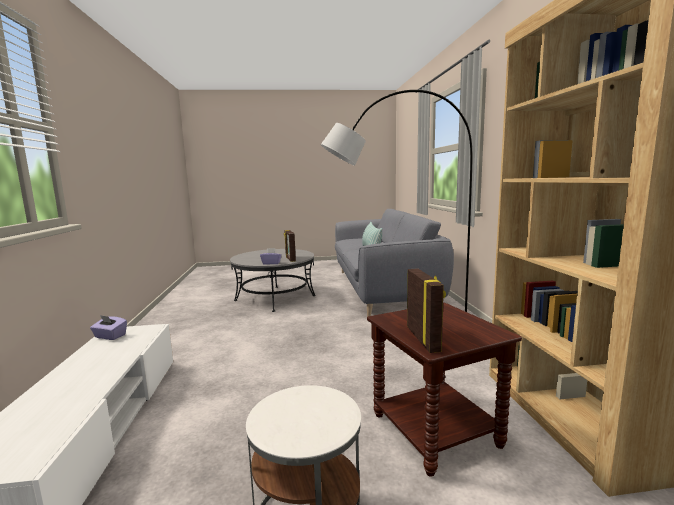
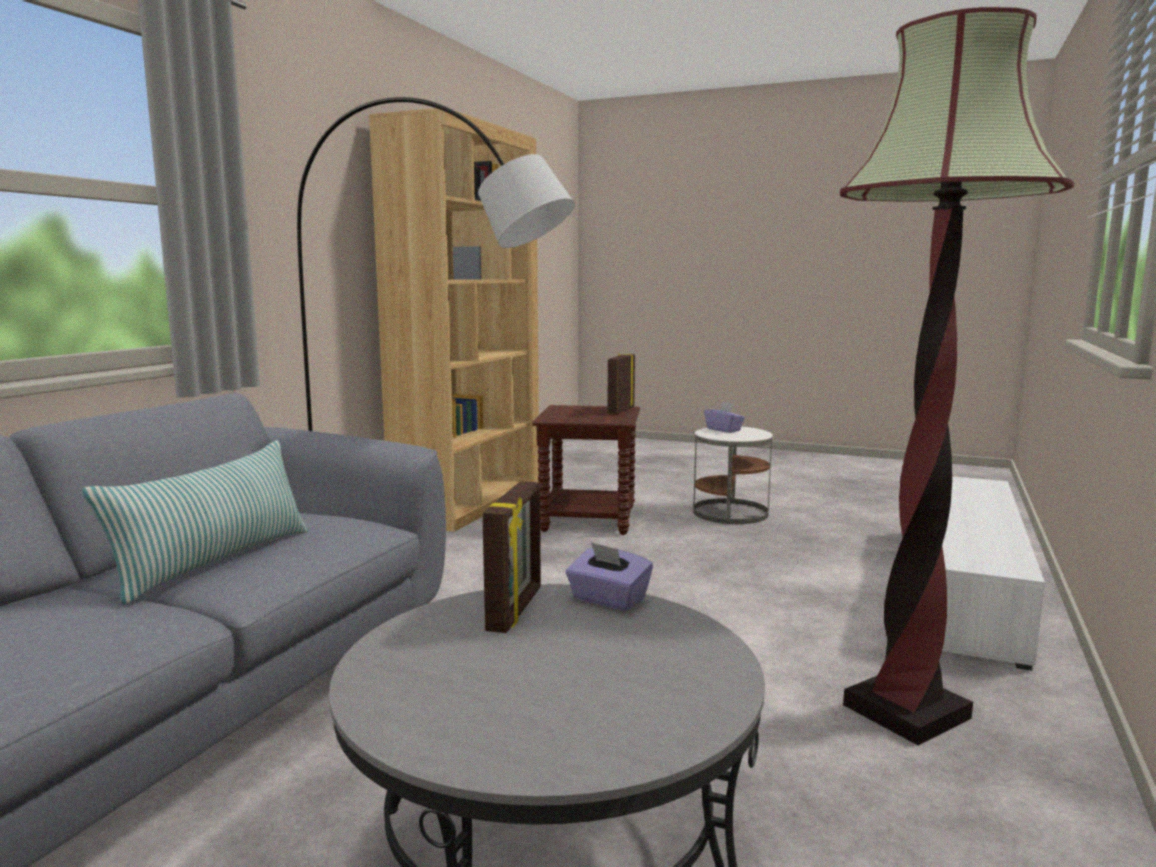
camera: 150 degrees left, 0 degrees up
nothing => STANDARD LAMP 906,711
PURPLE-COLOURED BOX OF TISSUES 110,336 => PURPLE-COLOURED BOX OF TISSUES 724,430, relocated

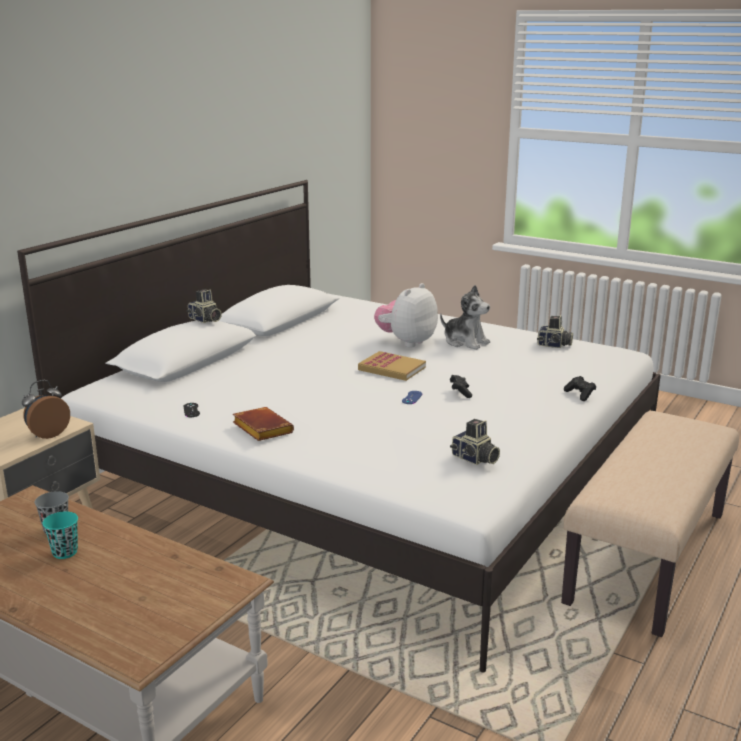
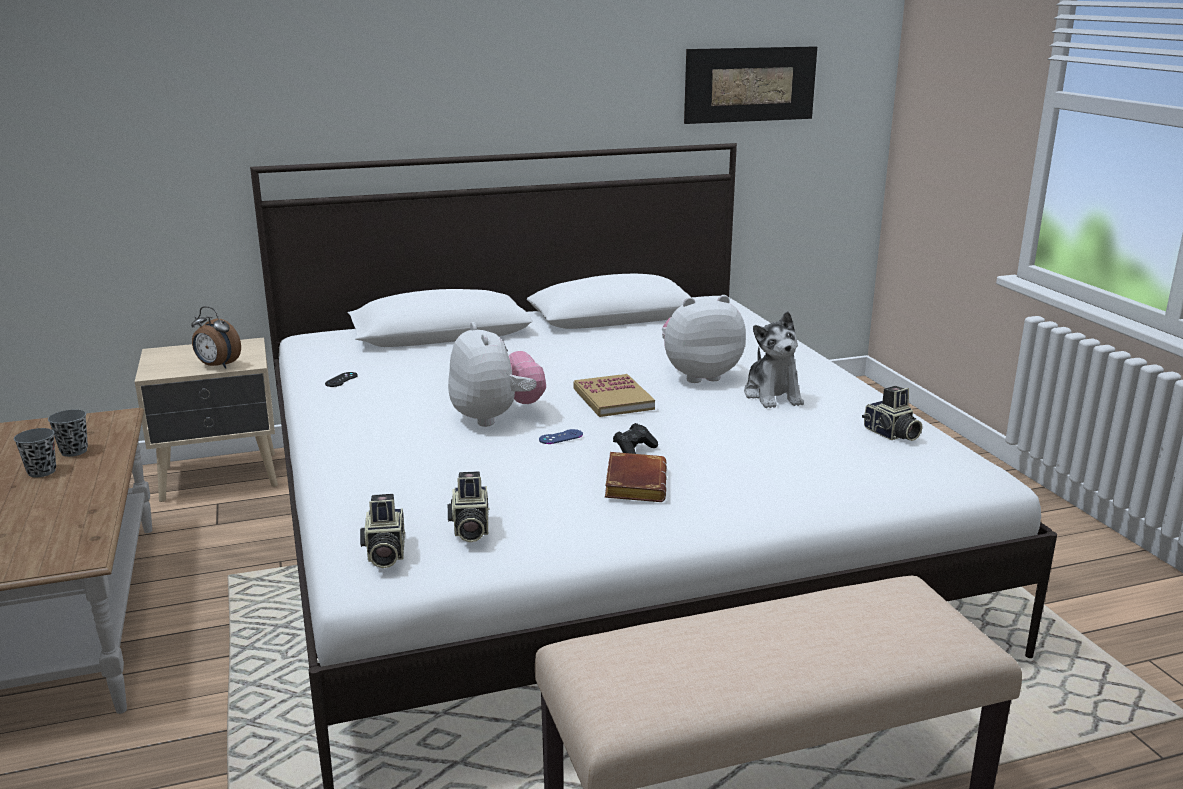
camera: 40 degrees right, 0 degrees up
BLACK-COLOURED JOYPAD 580,395 => nothing
nothing => SOFT TOY 496,417
nothing => PICTURE 750,84
PHOTO CAMERA 205,320 => PHOTO CAMERA 384,554, relocated
BROWNISH BOOK 260,429 => BROWNISH BOOK 633,484, relocated
BLUE-GREEN SMALL CUP 65,552 => GREYISH SMALL CUP 42,472
TABLE CLOCK 47,434 => TABLE CLOCK 217,366, 150 degrees counterclockwise

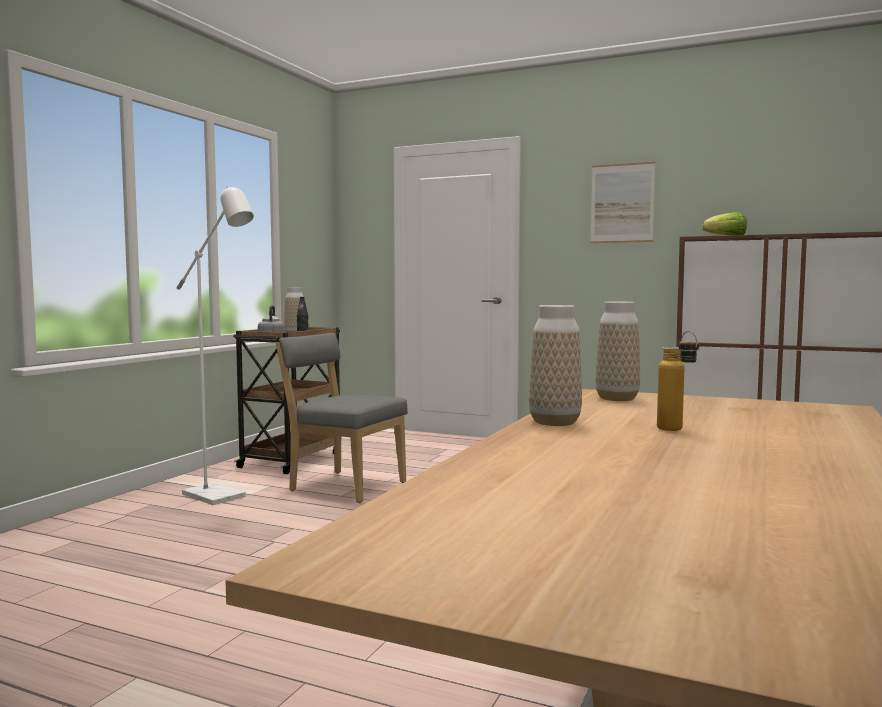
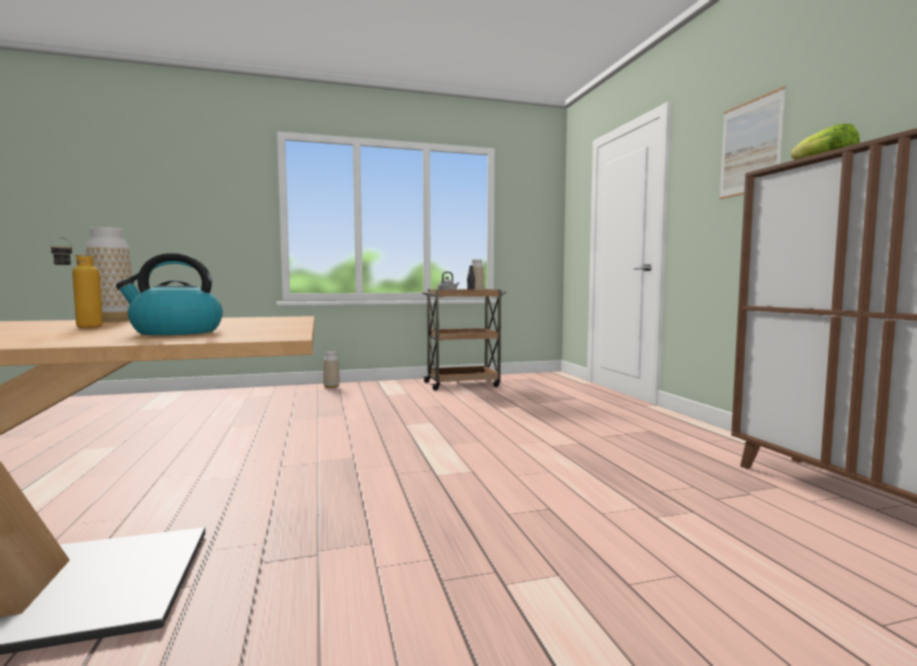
camera: 50 degrees right, 0 degrees up
WHITE-COLOURED STANDARD LAMP 220,497 => nothing
GREYISH PLAIN CHAIR 343,486 => nothing
nothing => WATER KETTLE 175,332
VASE 617,398 => VASE 331,387, relocated

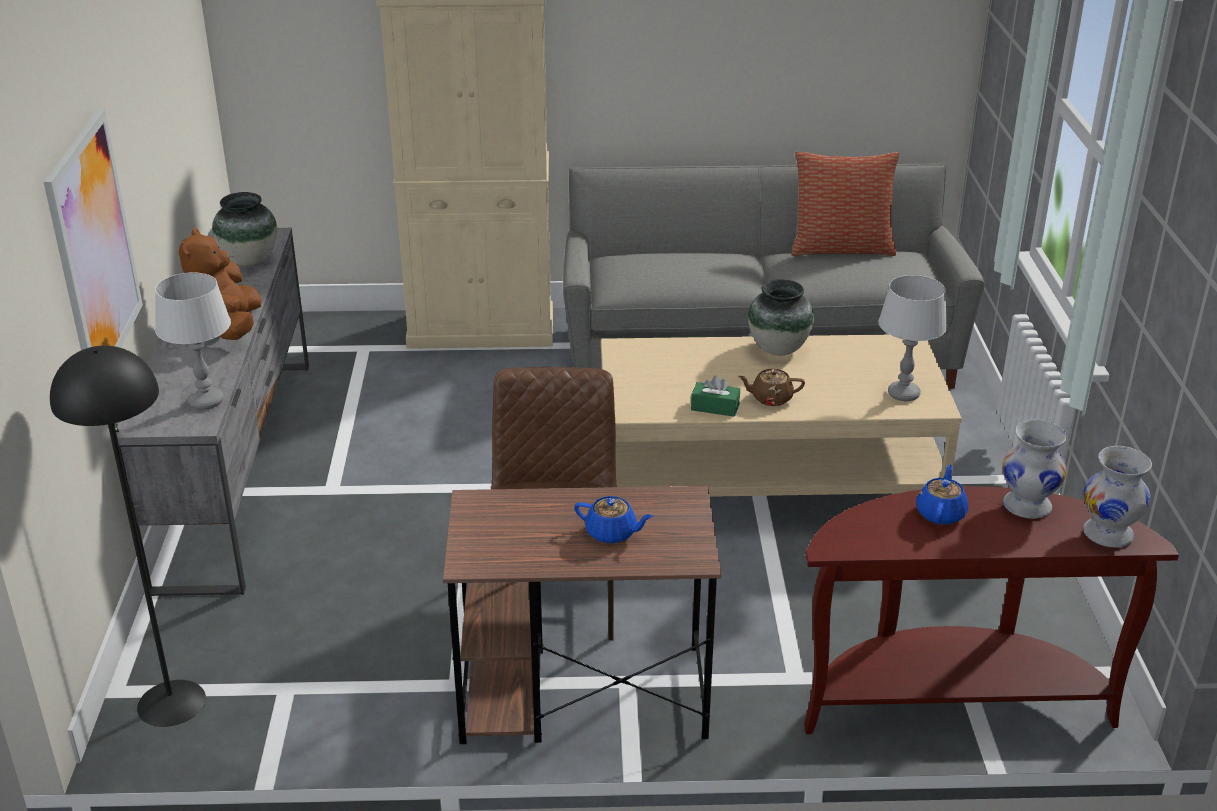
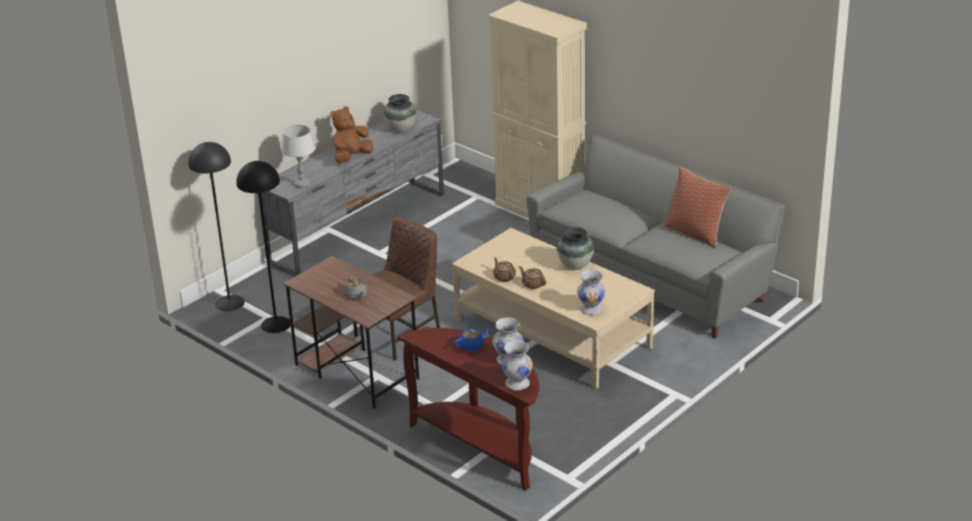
camera: 45 degrees right, 0 degrees up
PICTURE 94,249 => nothing
nothing => BLACK-COLOURED STANDARD LAMP 275,324
GREENISH BOX OF TISSUES 715,407 => BROWNISH POT FOR TEA 504,277
GREYISH TABLETOP LAMP 903,394 => WHITE-COLOURED VASE 591,309
BLUISH POT FOR TEA 612,533 => GREYISH POT FOR TEA 356,296

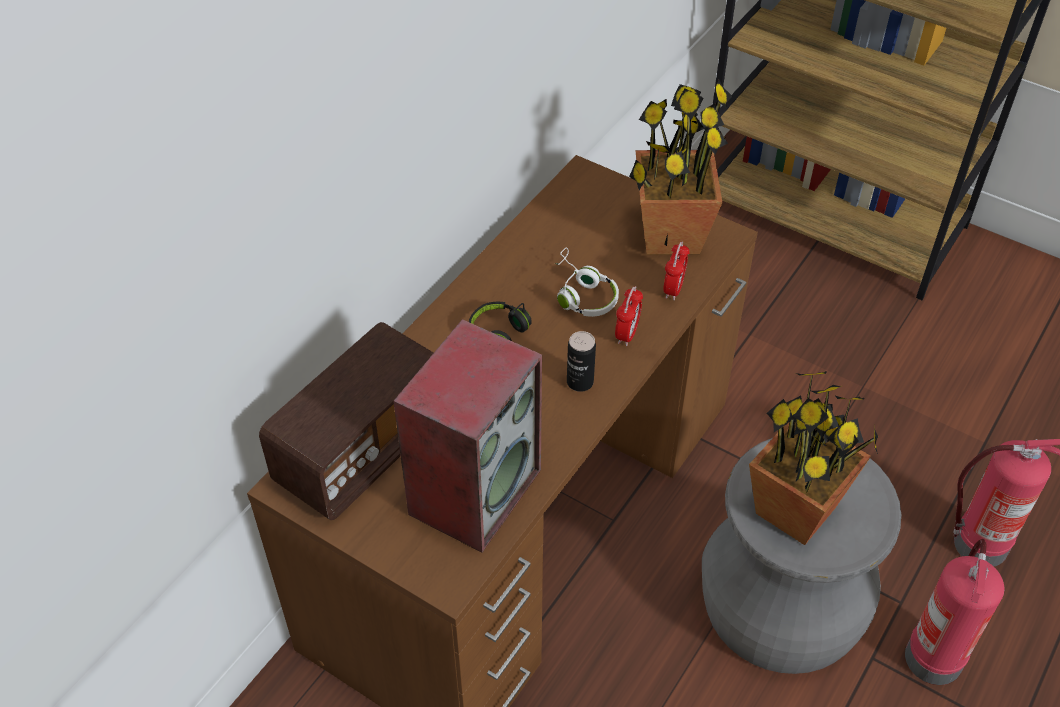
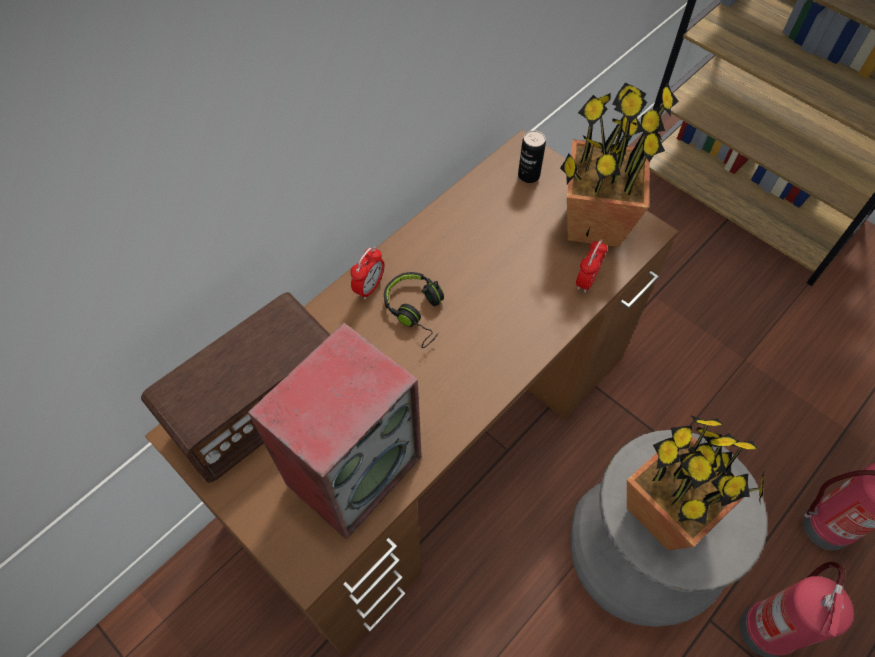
camera: 10 degrees right, 10 degrees up
WHITE-COLOURED HEADPHONES 582,294 => nothing
SEALED CAN 580,382 => SEALED CAN 528,175, relocated
TABLE CLOCK 627,334 => TABLE CLOCK 369,287, relocated

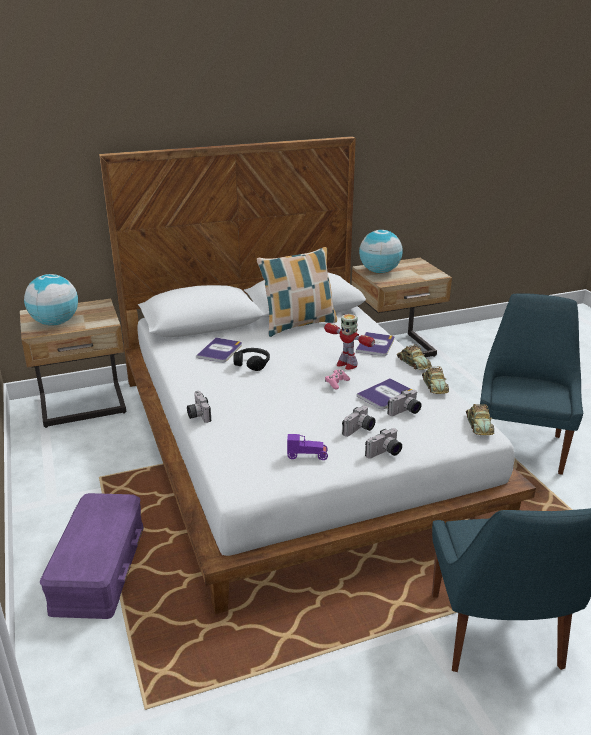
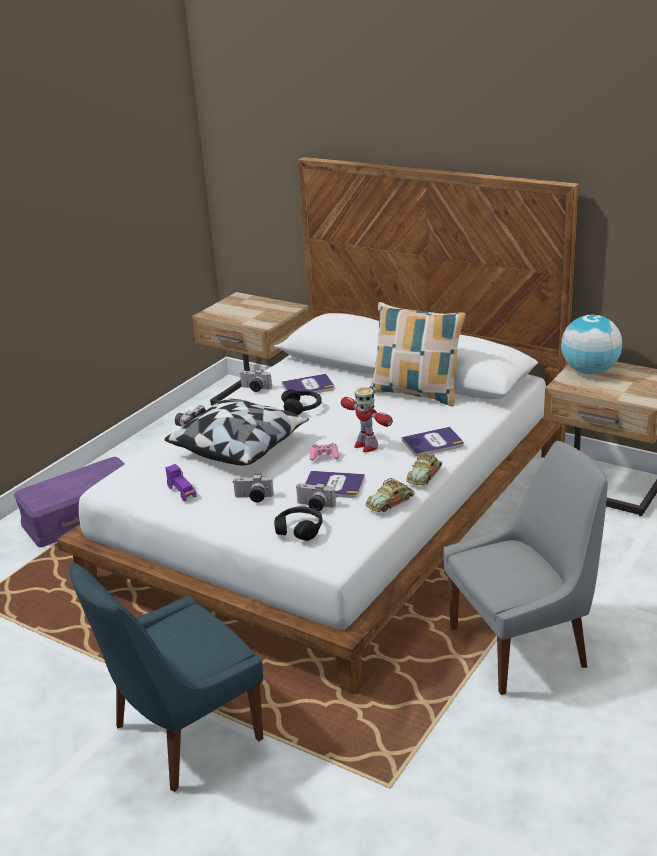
camera: 55 degrees right, 0 degrees up
DESK GLOBE 55,323 => nothing
MINIATURE CAR 478,425 => nothing
nothing => THROW PILLOW 240,446
nothing => BLACK-COLOURED HEADPHONES 299,529
PHOTO CAMERA 385,453 => PHOTO CAMERA 255,389, relocated
BLUISH PLAIN CHAIR 520,446 => GREYISH PLAIN CHAIR 522,646
TOY ROBOT 346,364 => TOY ROBOT 366,445, 45 degrees counterclockwise

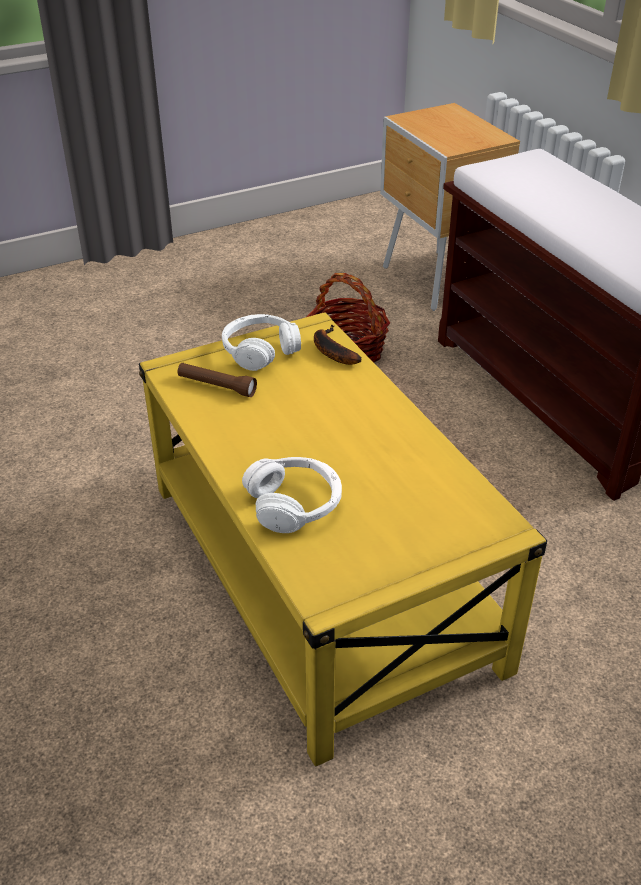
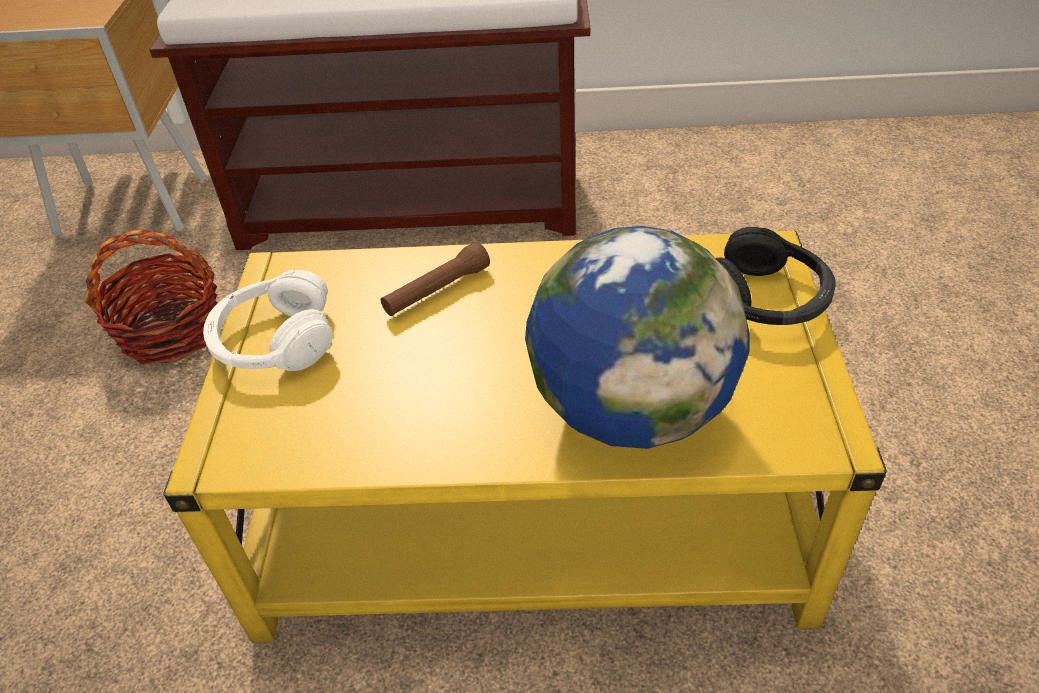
camera: 60 degrees left, 5 degrees up
BANANA FRUIT 331,351 => nothing
nothing => BLACK-COLOURED HEADPHONES 765,300
BROWNISH TORCH 217,386 => BROWNISH TORCH 437,290, relocated
WHITE-COLOURED HEADPHONES 295,504 => DESK GLOBE 631,410

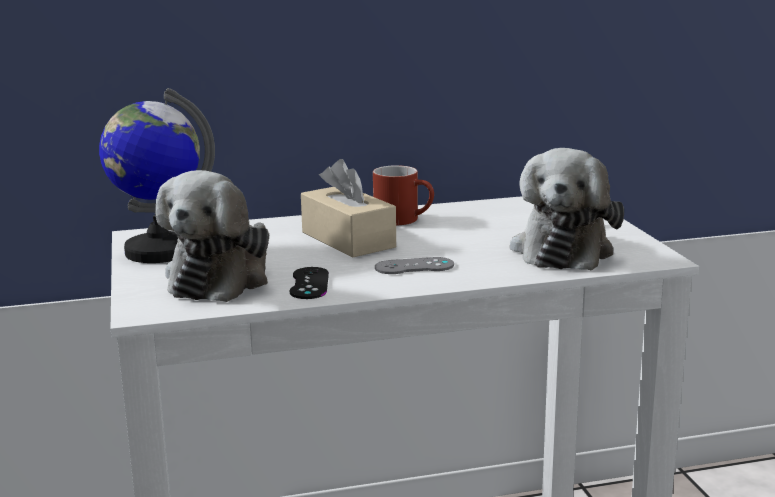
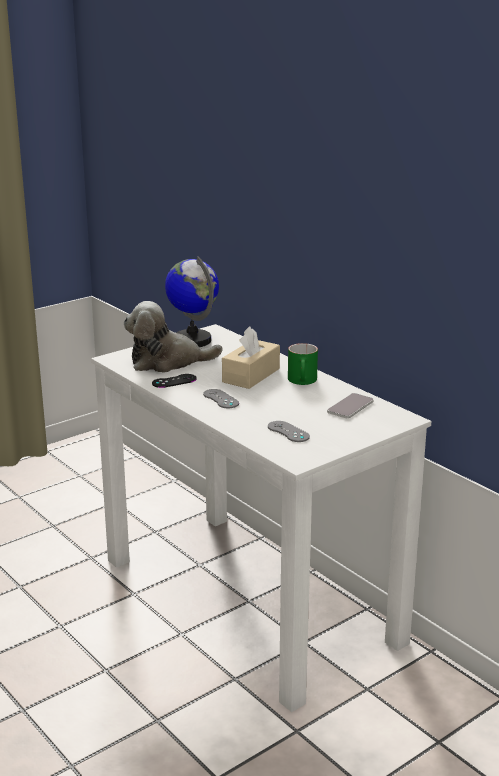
camera: 65 degrees right, 5 degrees up
nothing => HANDSET 350,407
SOFT TOY 563,249 => GREYISH JOYPAD 288,432
RED-COLOURED MUG 404,219 => GREENISH MUG 303,381

